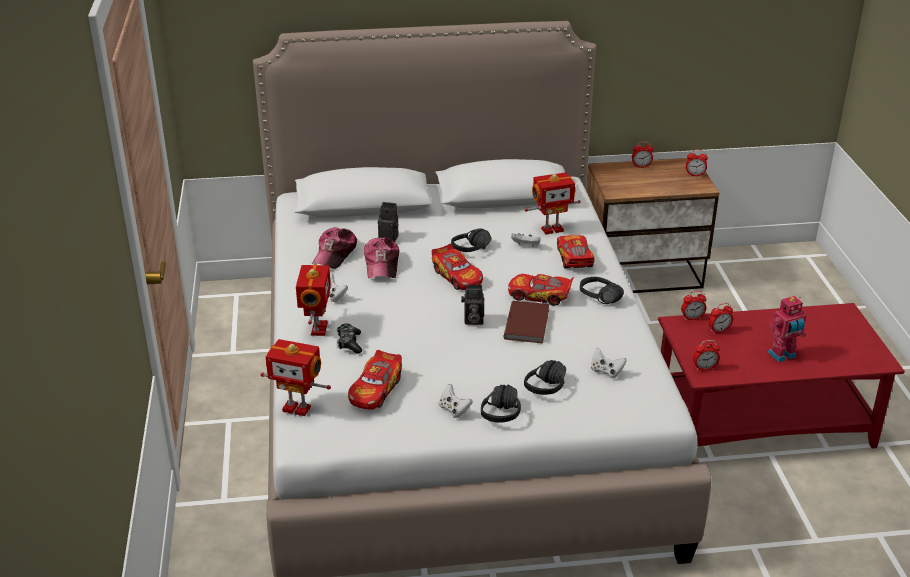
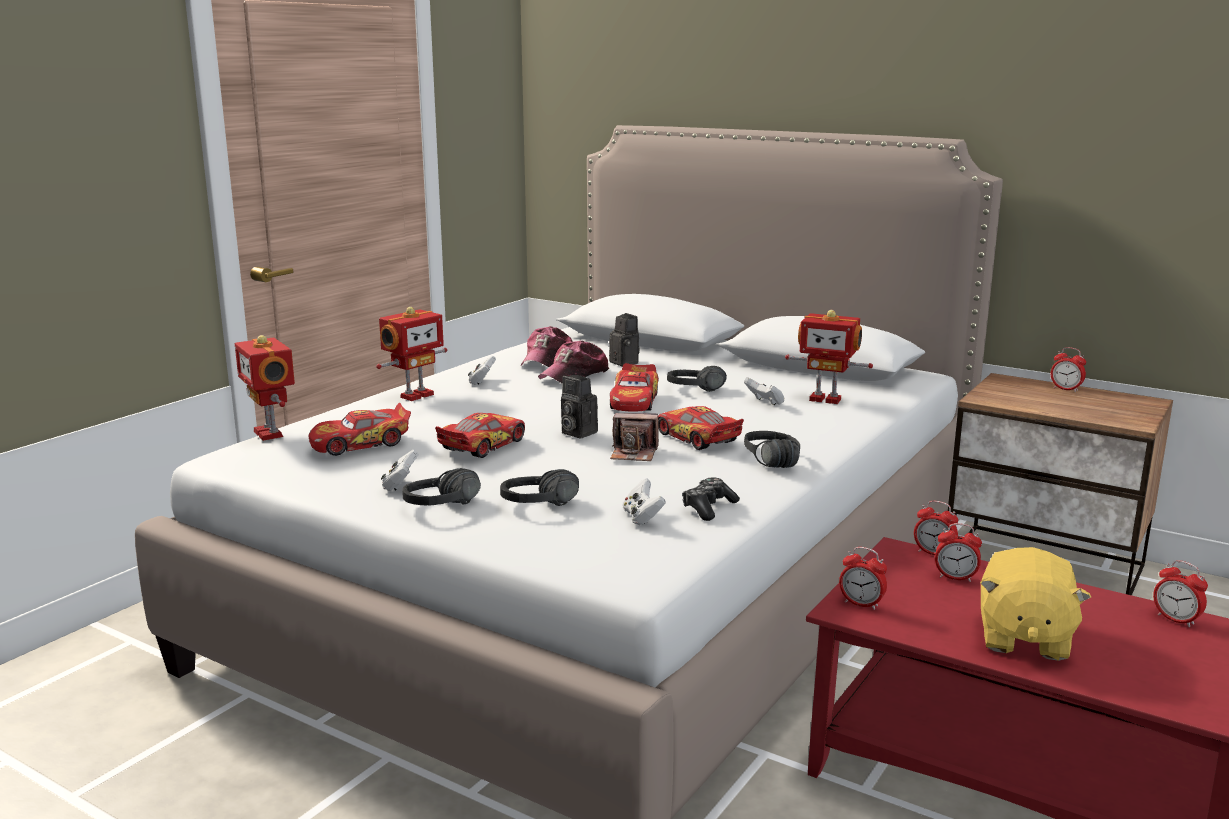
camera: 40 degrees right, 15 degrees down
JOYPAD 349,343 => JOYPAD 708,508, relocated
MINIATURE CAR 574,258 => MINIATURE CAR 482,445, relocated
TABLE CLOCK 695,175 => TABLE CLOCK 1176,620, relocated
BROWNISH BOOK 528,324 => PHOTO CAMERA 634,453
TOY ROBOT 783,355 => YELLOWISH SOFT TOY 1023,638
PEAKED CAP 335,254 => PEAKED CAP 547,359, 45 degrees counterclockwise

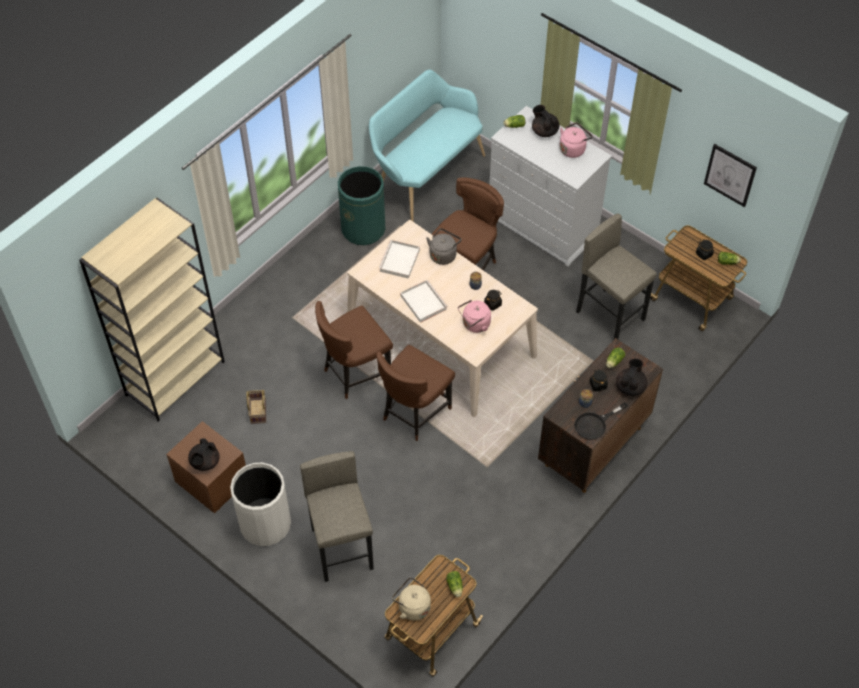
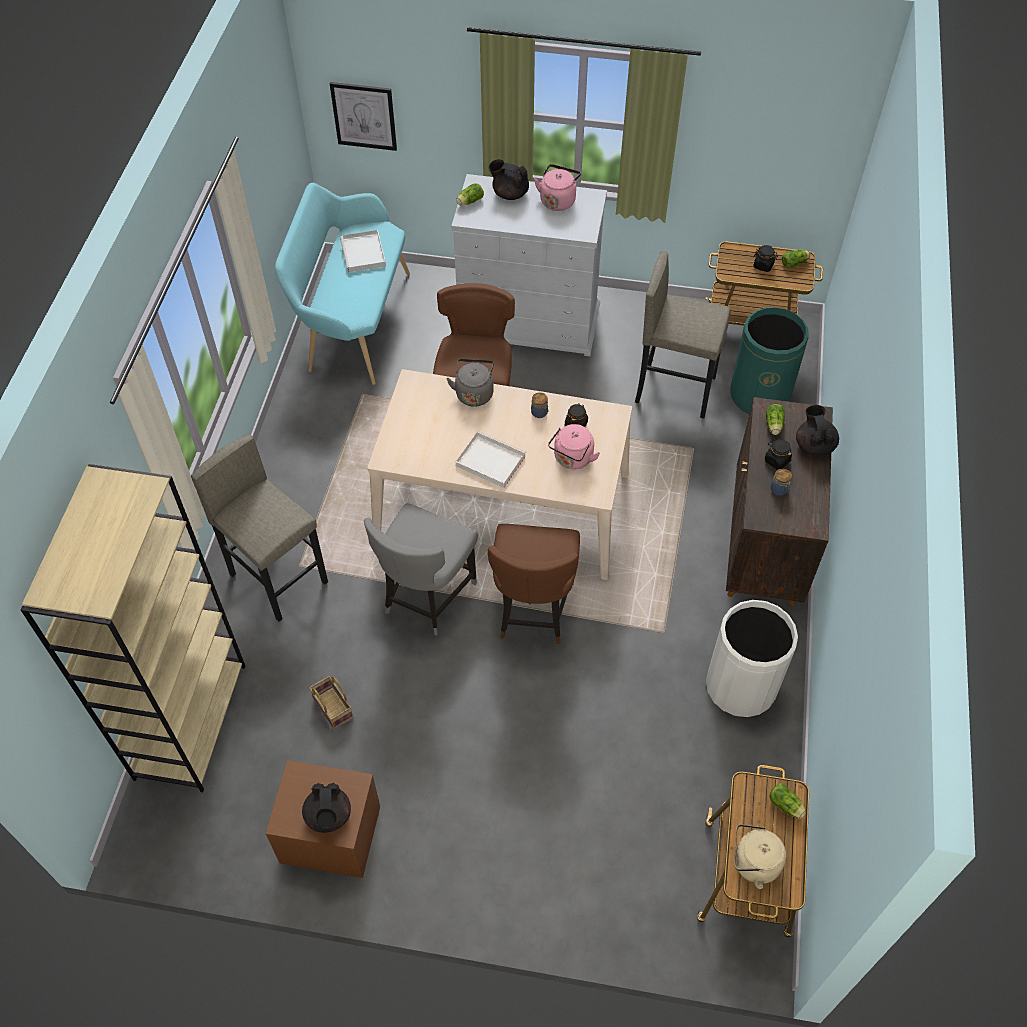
camera: 30 degrees left, 0 degrees up
BLACK-COLOURED SKILLET 595,424 => nothing
WHITE-COLOURED WASTE BIN 265,524 => WHITE-COLOURED WASTE BIN 740,686, relocated
GREYISH STOOL 342,548 => GREYISH STOOL 279,578, relocated
GREENISH WASTE BIN 363,229 => GREENISH WASTE BIN 759,395, relocated
WHITE-COLOURED CARRYING TRAY 399,261 => WHITE-COLOURED CARRYING TRAY 364,254, relocated
PICTURE 730,175 => PICTURE 364,116, relocated
BROWNISH PLAIN CHAIR 355,373 => GREYISH PLAIN CHAIR 426,597

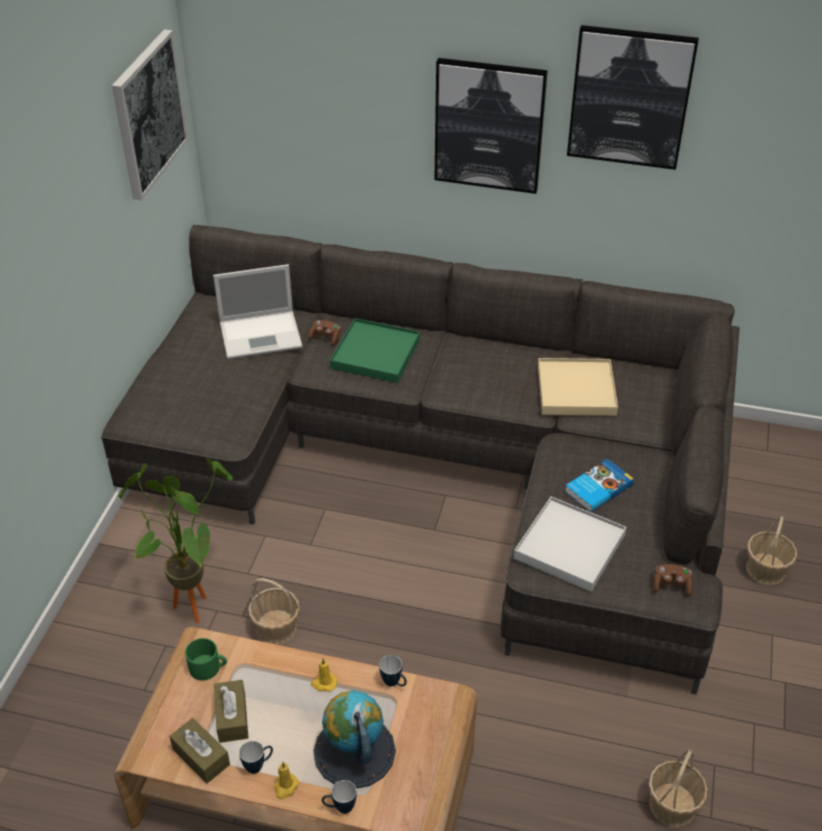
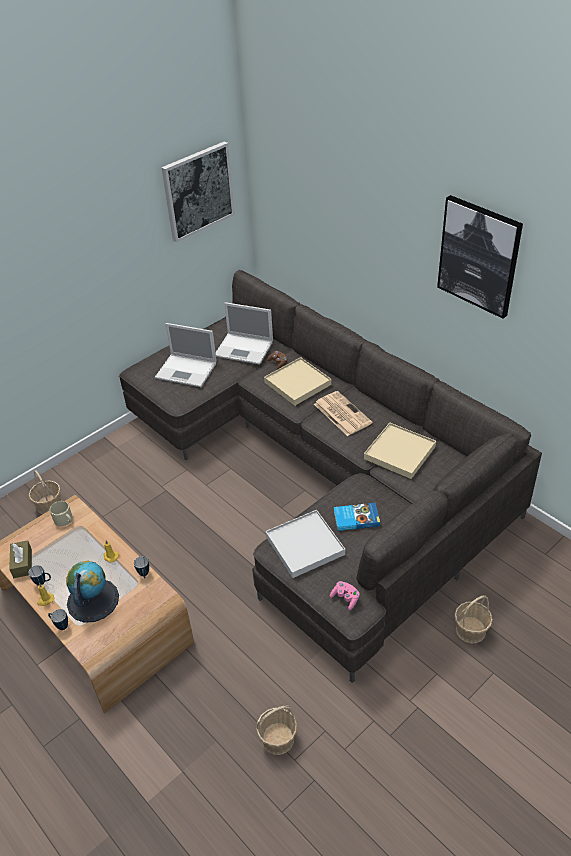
camera: 35 degrees right, 0 degrees up
HOUSEPLANT 192,601 => nothing
BROWNISH BOX OF TISSUES 232,717 => nothing
PICTURE 489,125 => nothing
nothing => NOTEBOOK COMPUTER 187,370
nothing => NEWSPAPER 341,413
STORAGE BASKET 276,628 => STORAGE BASKET 49,505, relocated
GREENISH MUG 208,667 => SAND-COLOURED MUG 65,520
GREENISH CARRYING TRAY 375,354 => SAND-COLOURED CARRYING TRAY 297,383
BROWNISH JOYPAD 671,585 => PINK JOYPAD 345,598

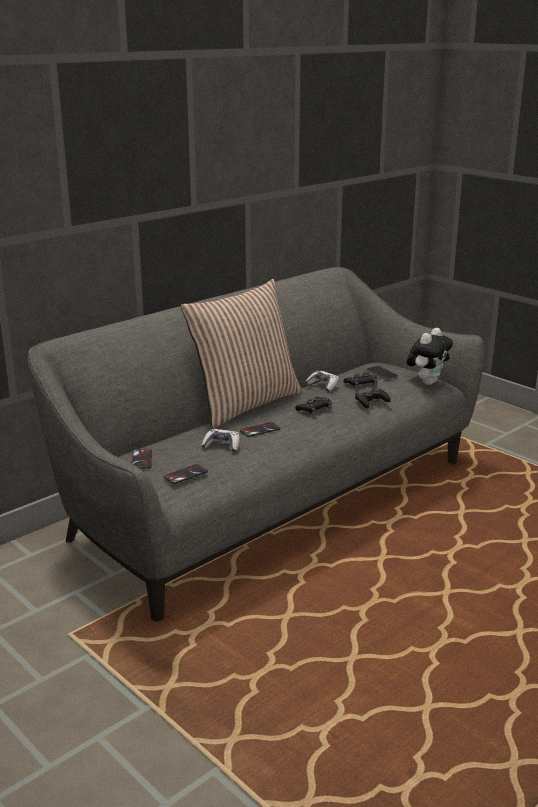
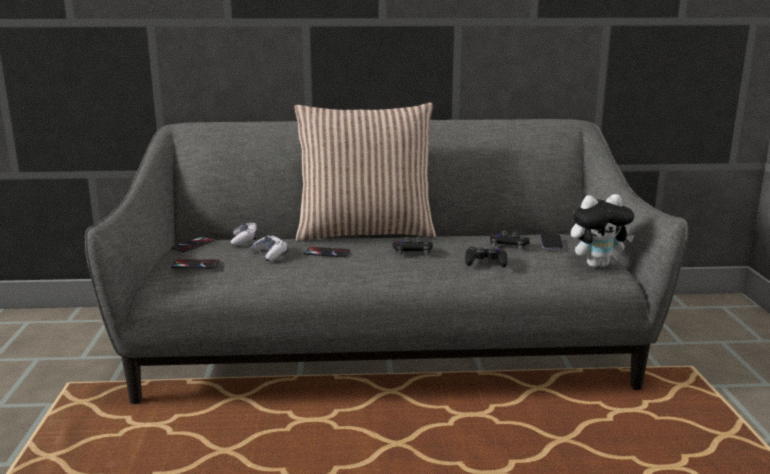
camera: 40 degrees right, 5 degrees down
JOYPAD 323,385 => JOYPAD 244,240, relocated

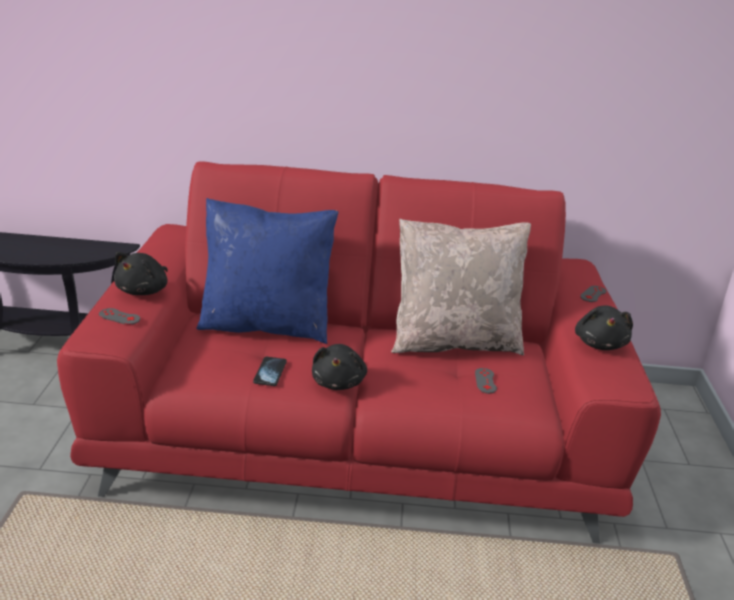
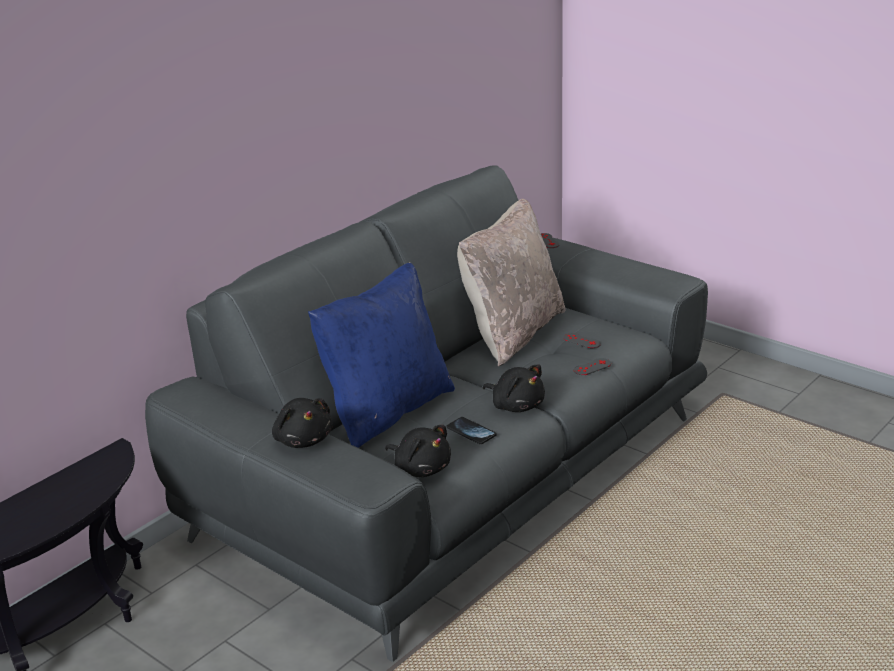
camera: 50 degrees left, 0 degrees up
GREYISH JOYPAD 119,317 => GREYISH JOYPAD 592,367, relocated
BLACK-COLOURED SOFT TOY 600,343 => BLACK-COLOURED SOFT TOY 421,468, relocated
RED-COLOURED COUCH 358,433 => GREYISH COUCH 454,476

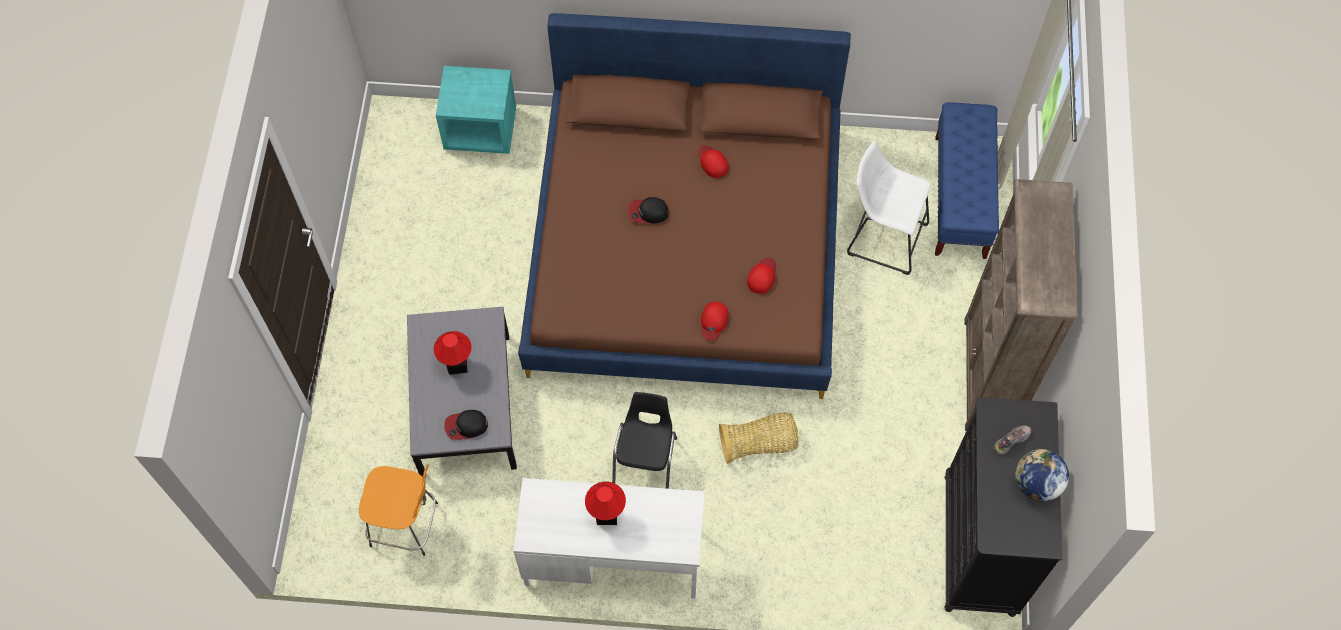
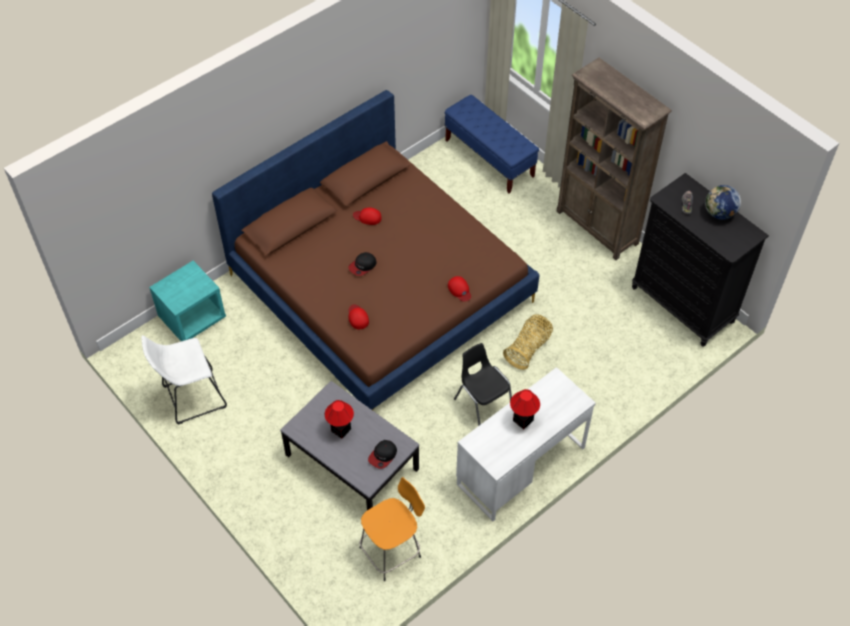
camera: 45 degrees left, 10 degrees down
RED-COLOURED PEAKED CAP 762,276 => RED-COLOURED PEAKED CAP 357,317, relocated
WHITE-COLOURED STOOL 882,237 => WHITE-COLOURED STOOL 190,397, relocated

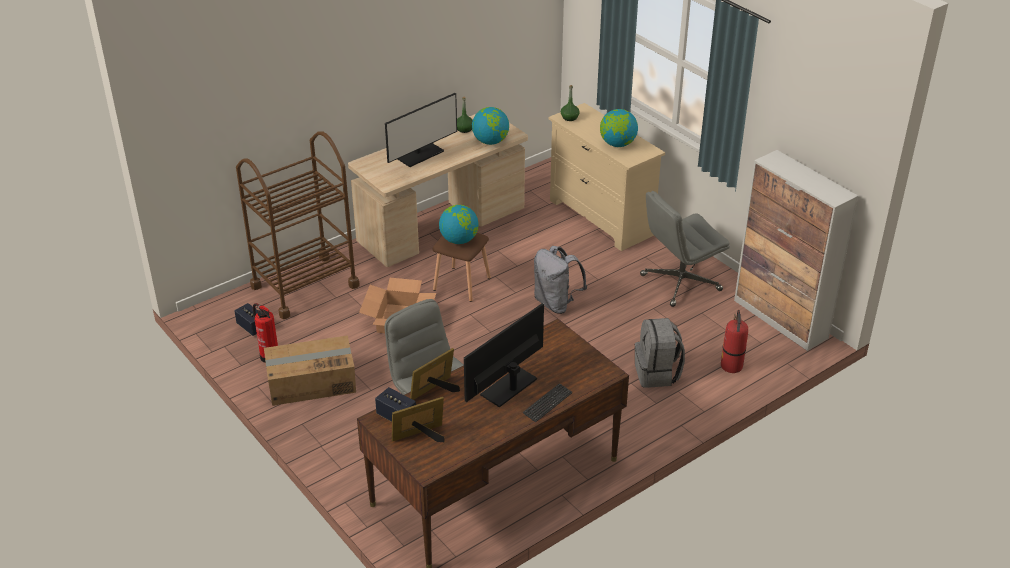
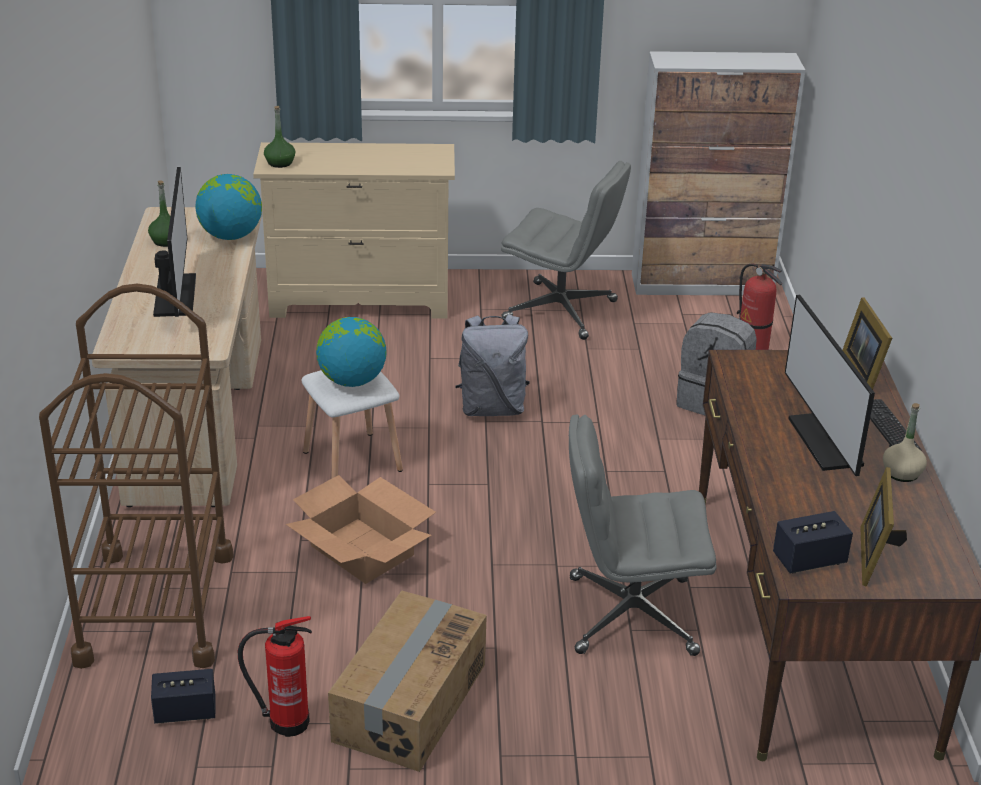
camera: 55 degrees left, 5 degrees down
DESK GLOBE 617,144 => nothing
nothing => SAND-COLOURED BEVERAGE BOTTLE 901,473
PICTURE FRAME 436,391 => PICTURE FRAME 864,372, relocated
BROWNISH STOOL 462,284 => WHITE-COLOURED STOOL 354,461
GREYISH DESK CHAIR 680,283 => GREYISH DESK CHAIR 561,311, 75 degrees counterclockwise

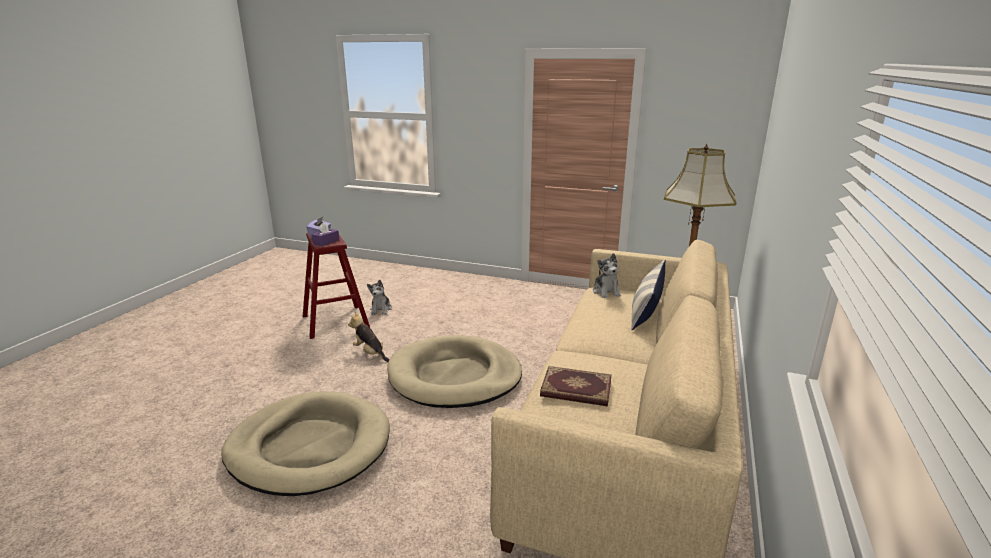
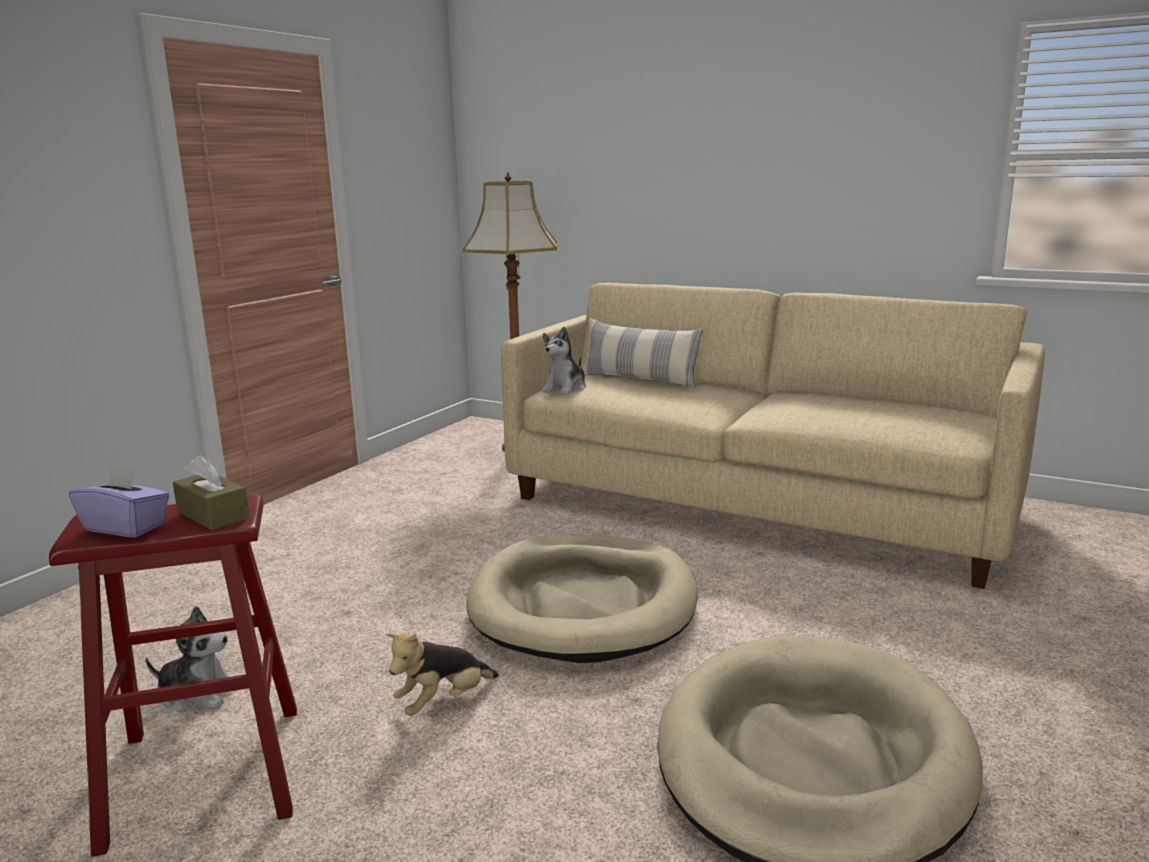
camera: 80 degrees left, 5 degrees down
BOOK 576,390 => nothing
PURPLE-COLOURED BOX OF TISSUES 326,242 => BROWNISH BOX OF TISSUES 213,515
SOFT TOY 606,292 => SOFT TOY 565,389, 120 degrees clockwise

